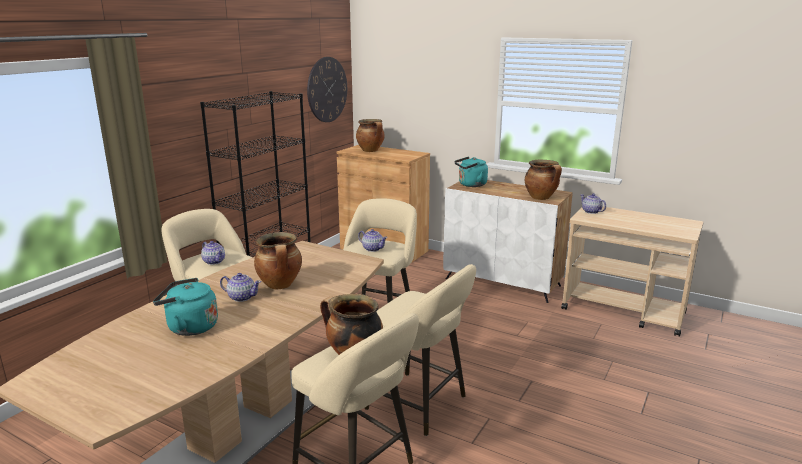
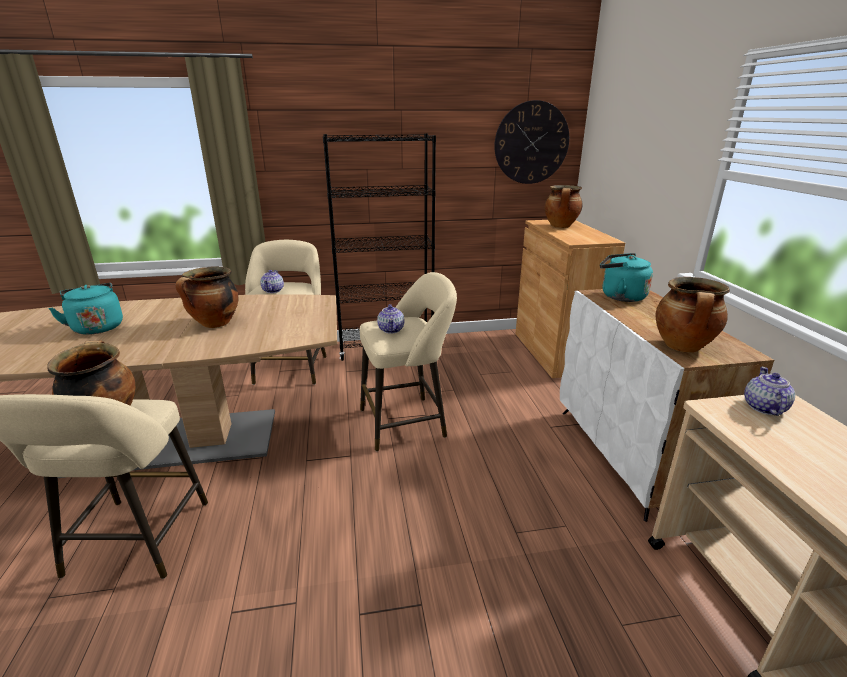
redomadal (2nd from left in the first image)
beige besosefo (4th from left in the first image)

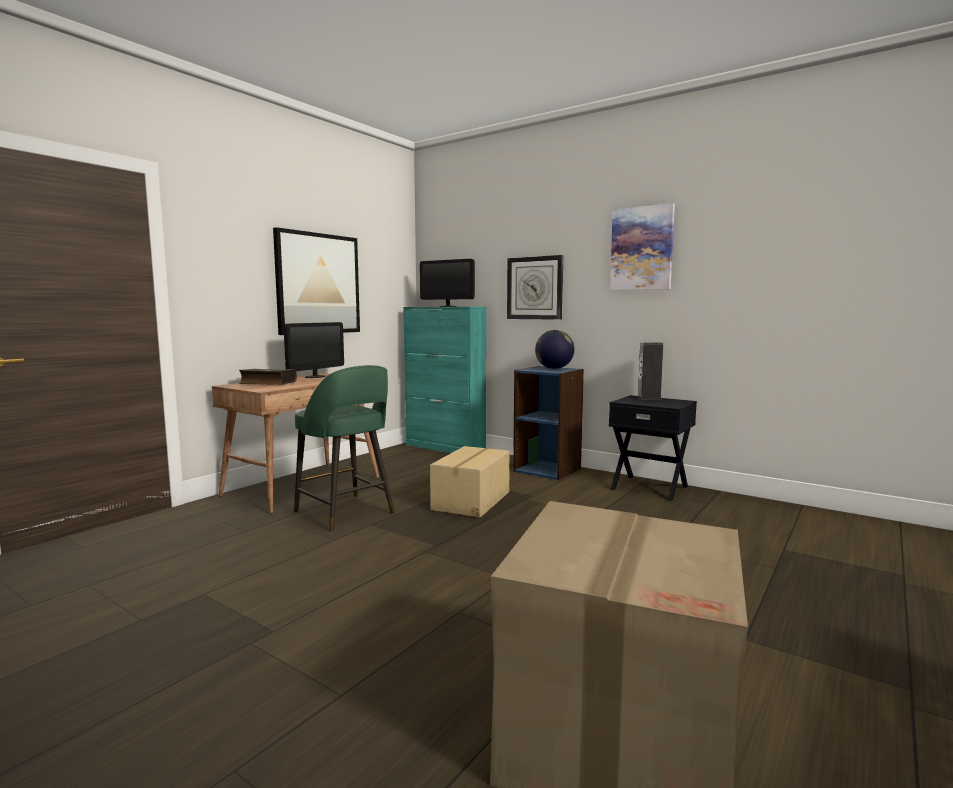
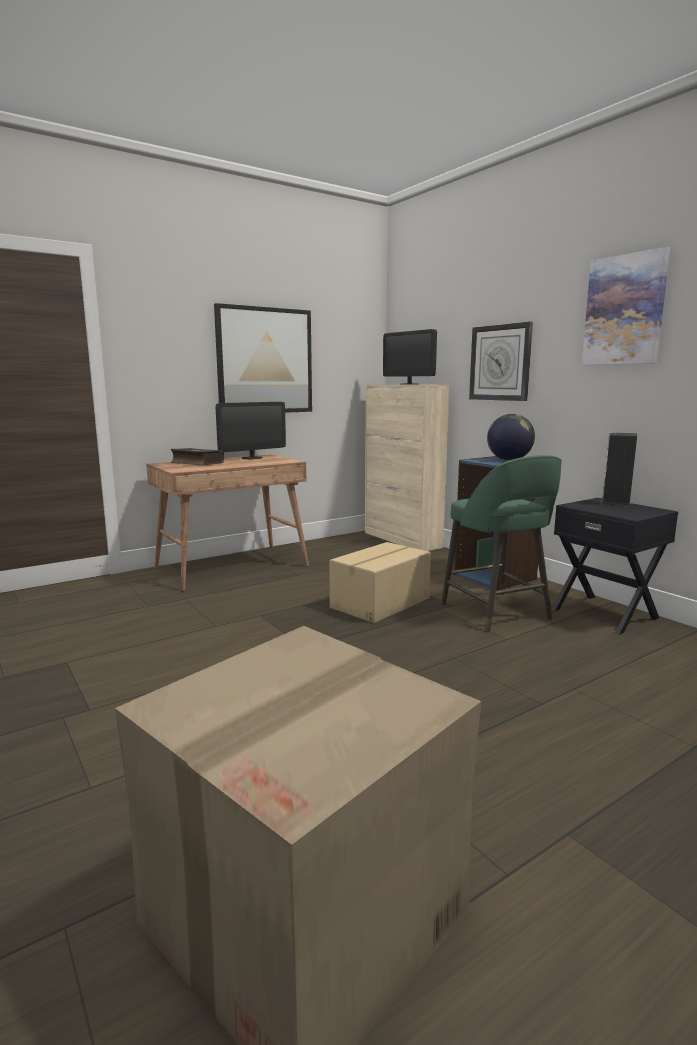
green besosefo
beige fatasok

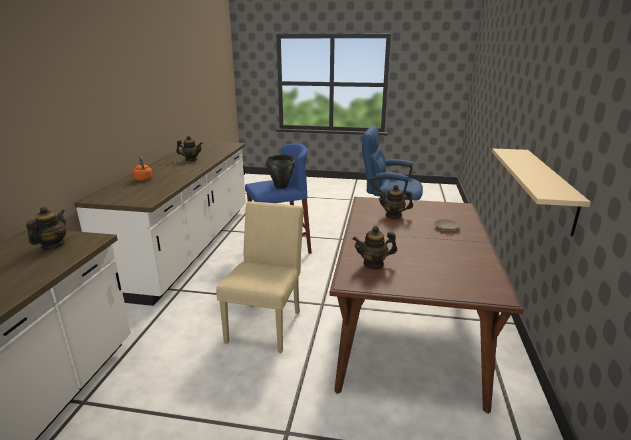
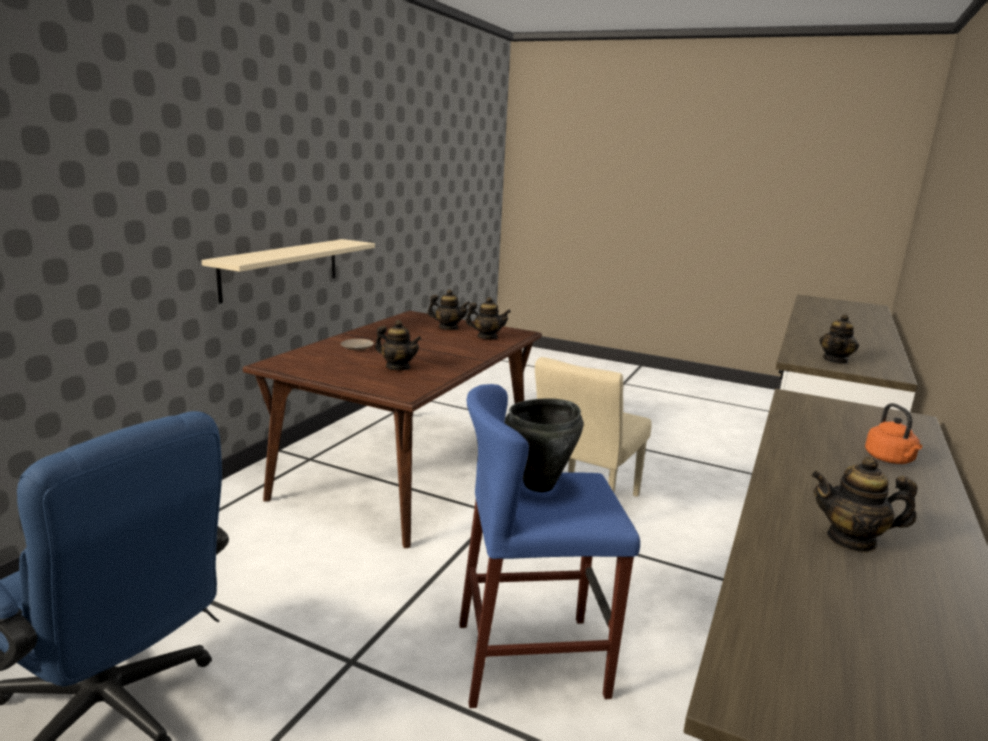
redomadal (2nd from left)

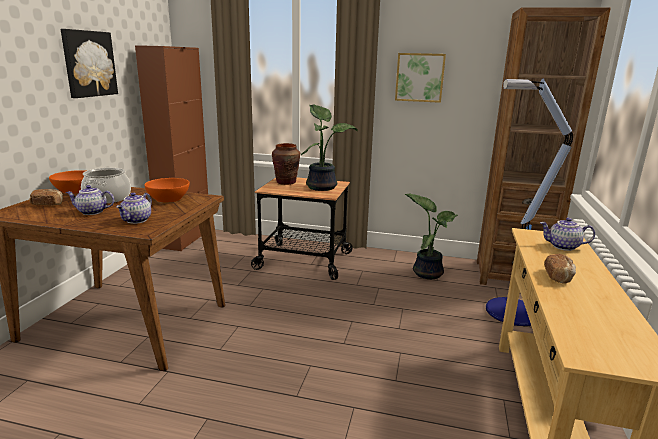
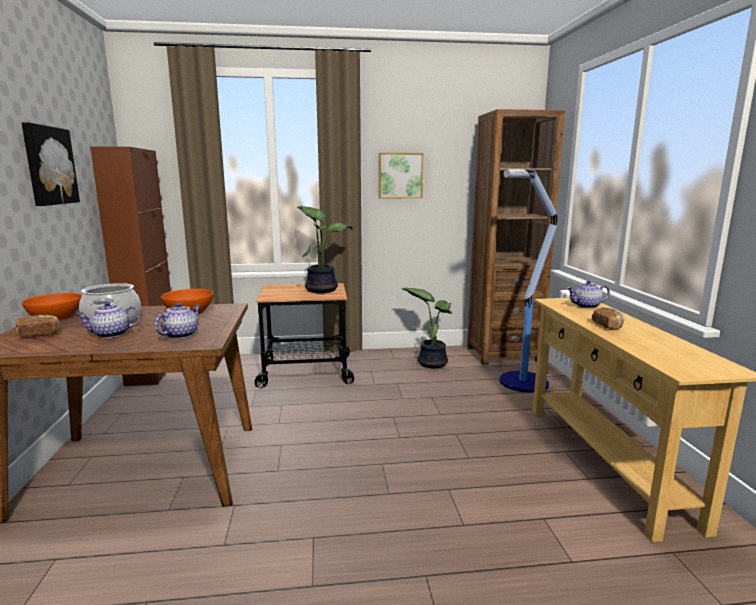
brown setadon
redomadal (2nd from left)

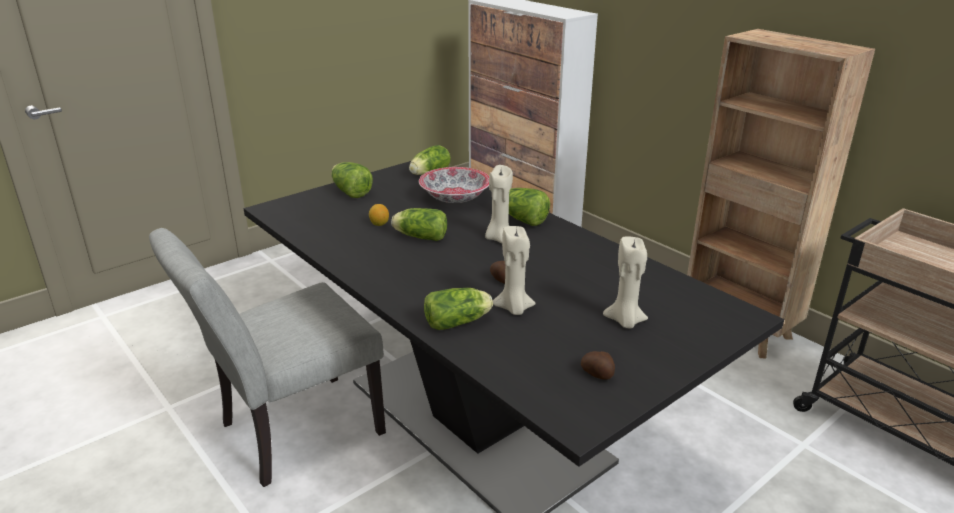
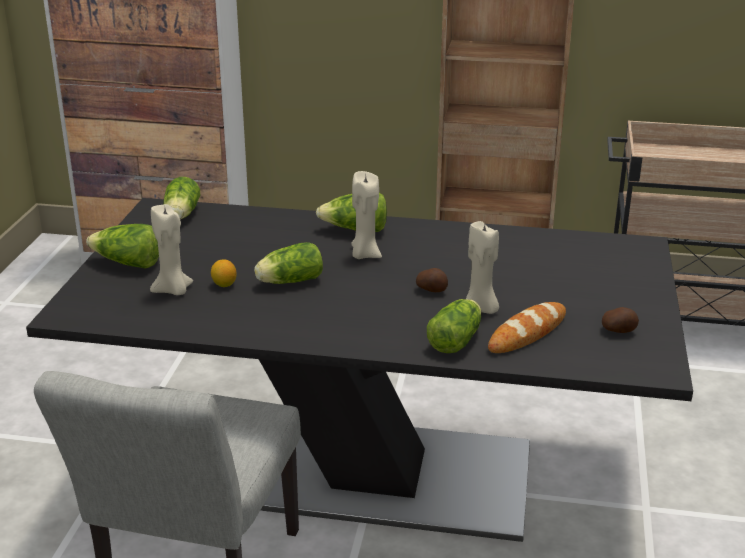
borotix
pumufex
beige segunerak (1st from left)

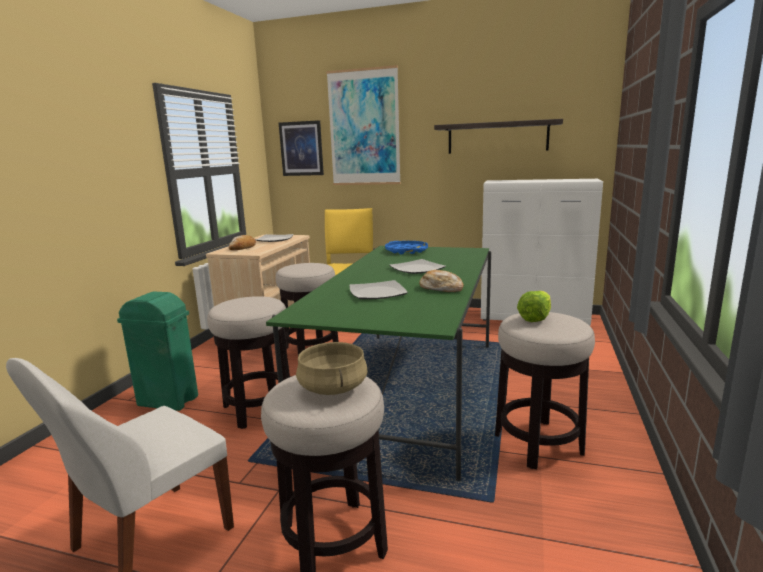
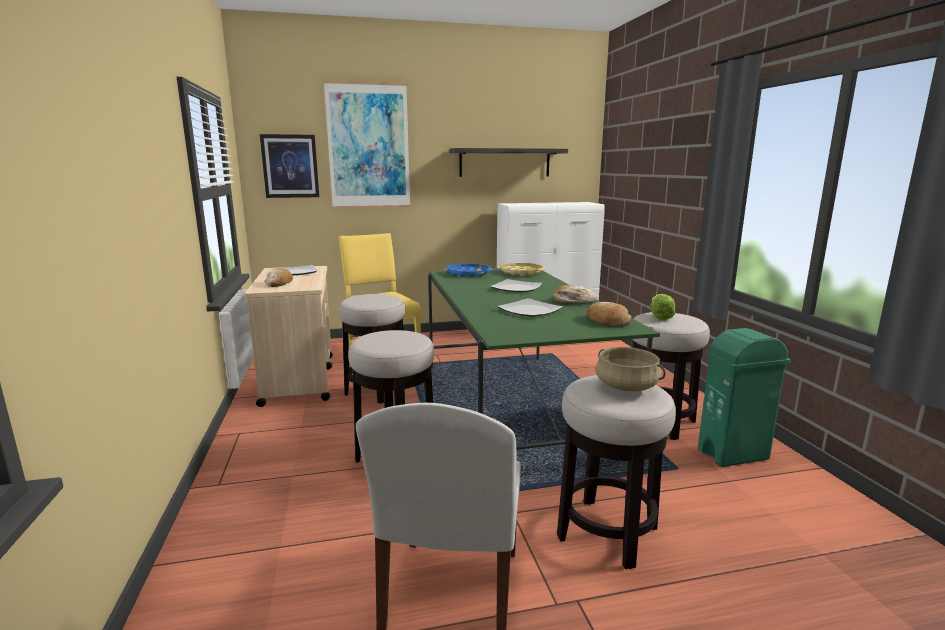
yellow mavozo
pumufex (3rd from left)
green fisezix

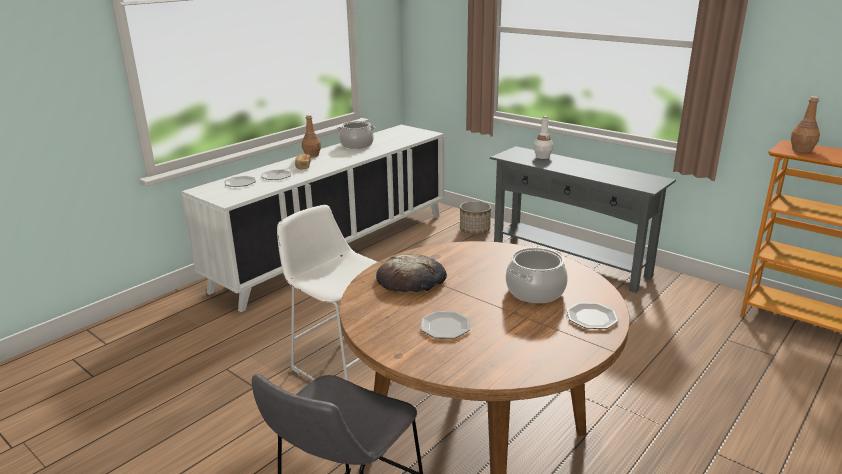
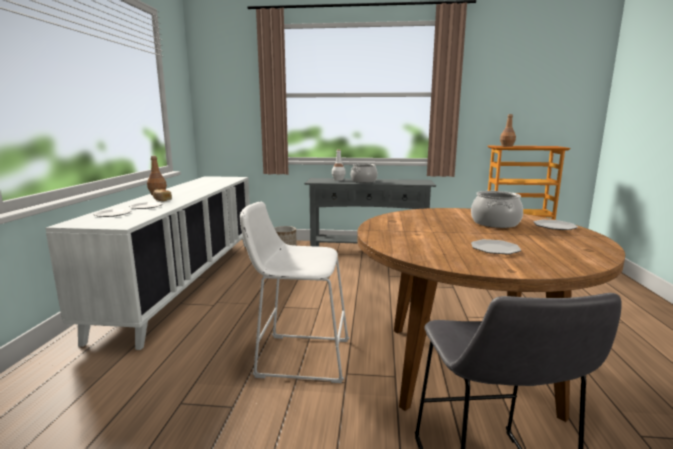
pumufex (2nd from left in the first image)
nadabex (1st from left)

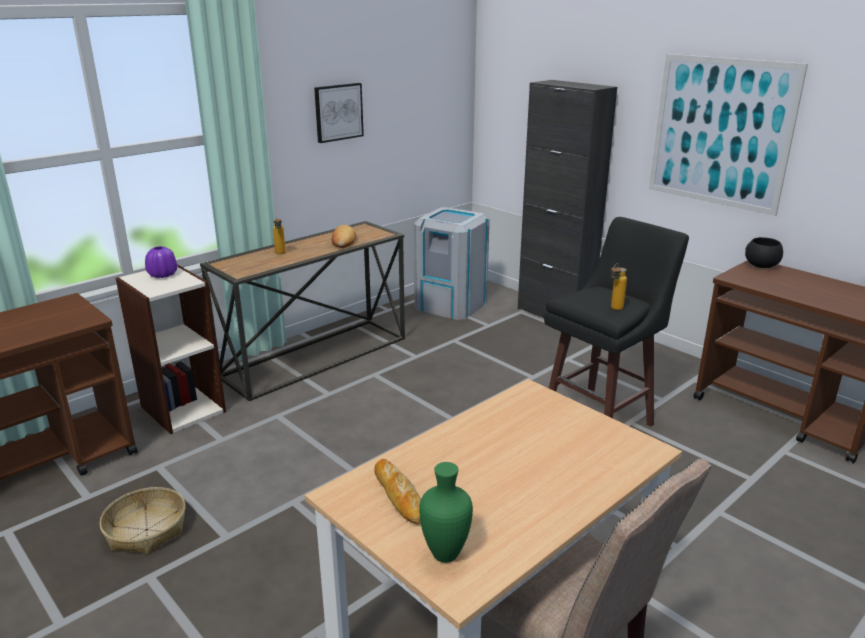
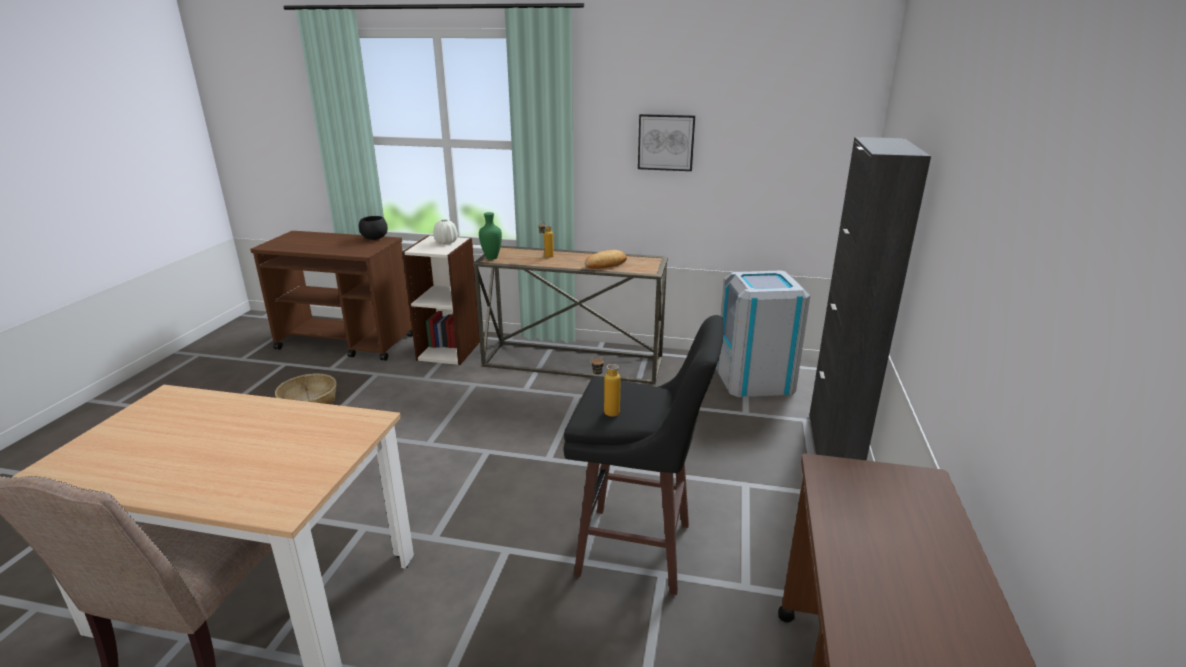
pumufex (2nd from left in the first image)
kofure (2nd from left in the first image)
green setadon
black borotix
white setadon

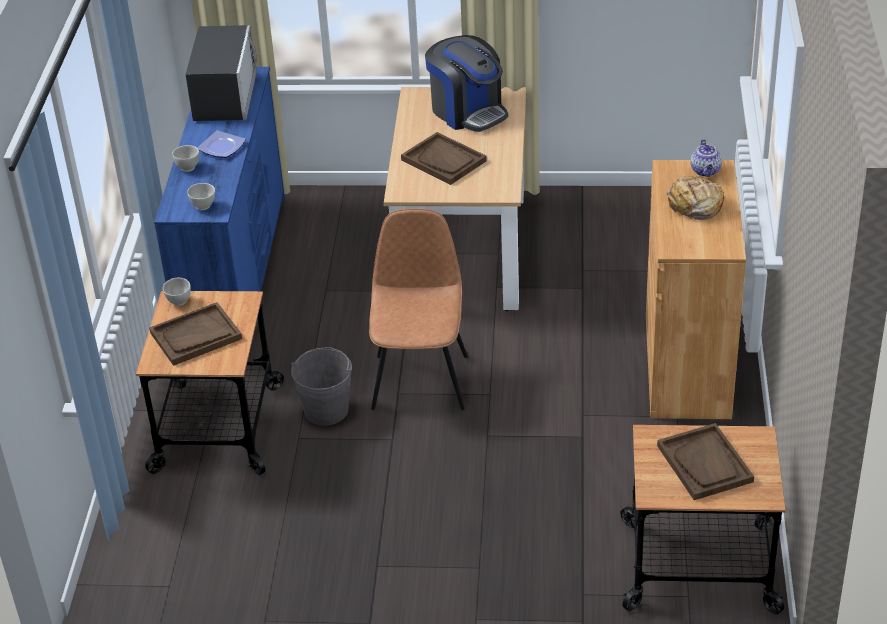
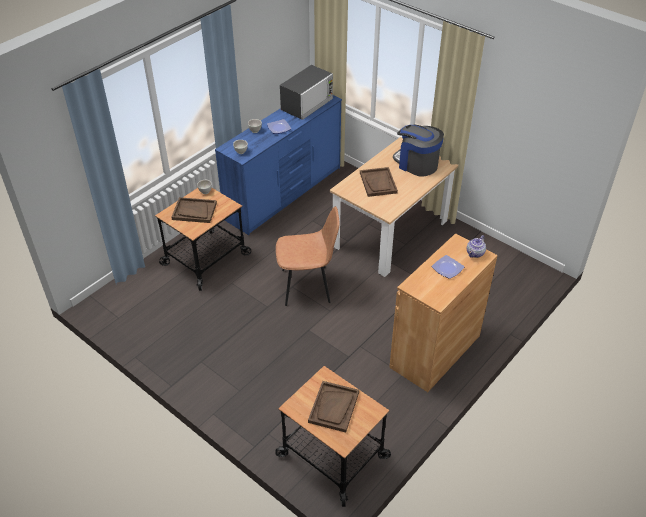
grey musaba
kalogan (2nd from left)
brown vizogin
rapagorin

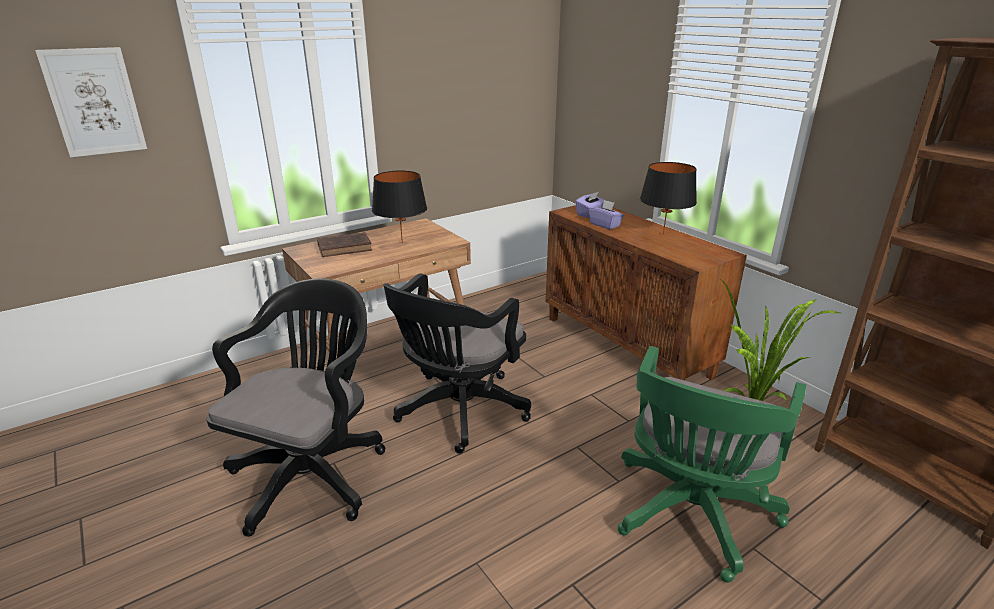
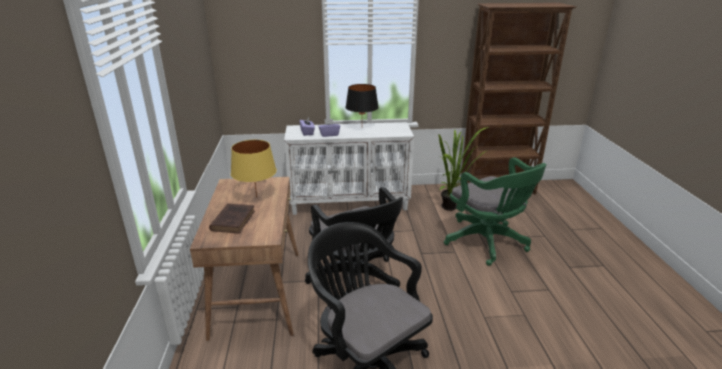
kofure
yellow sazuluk
white fatasok

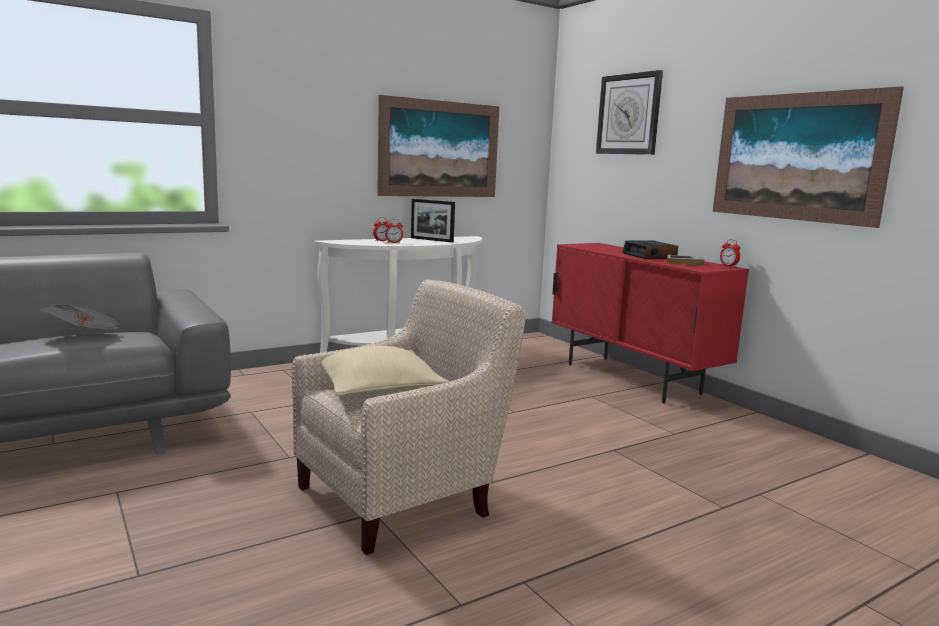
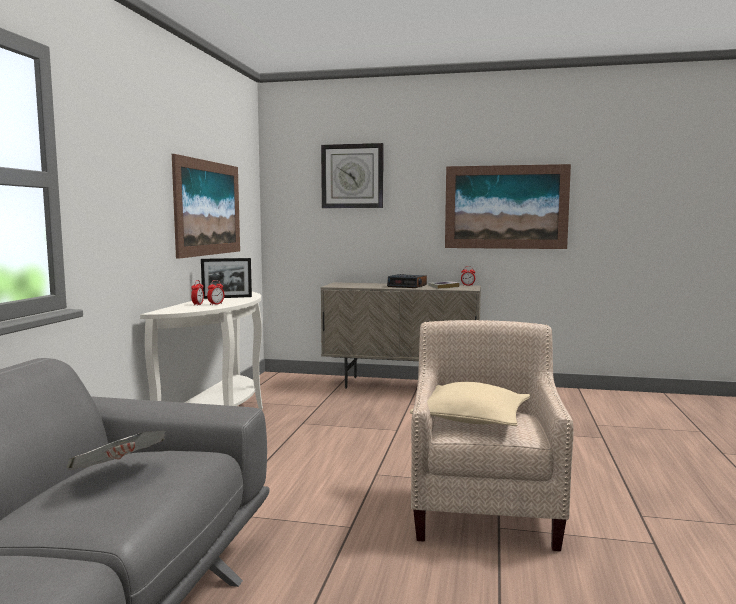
beige fatasok

